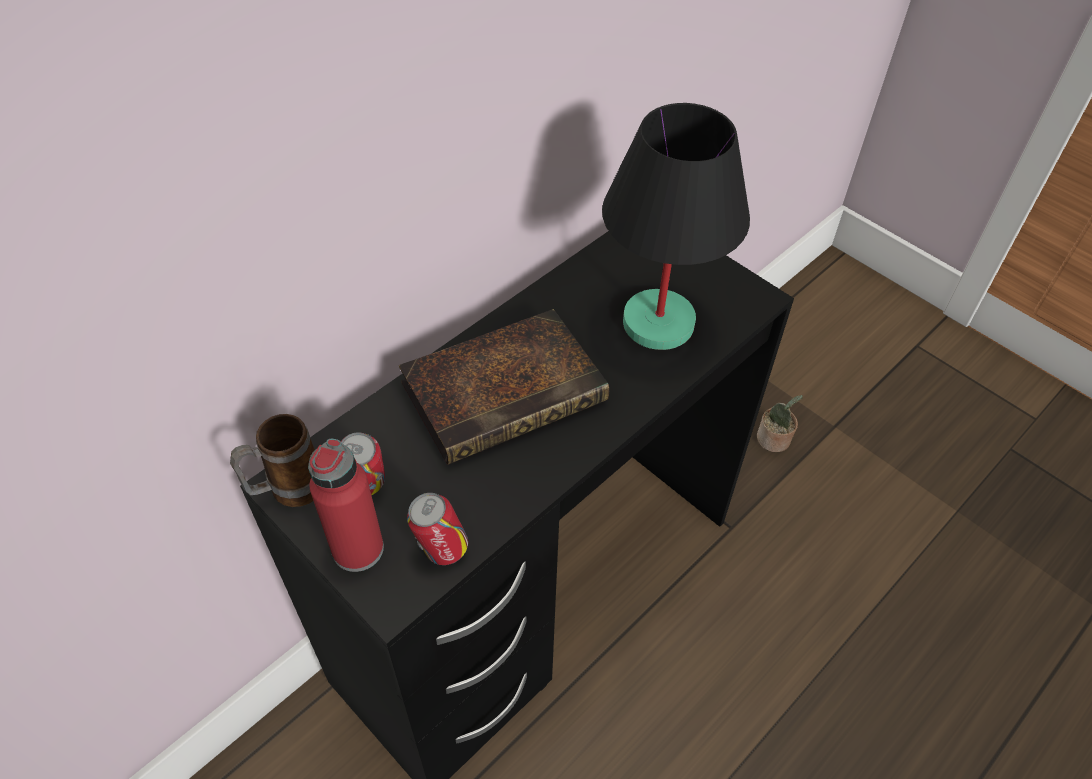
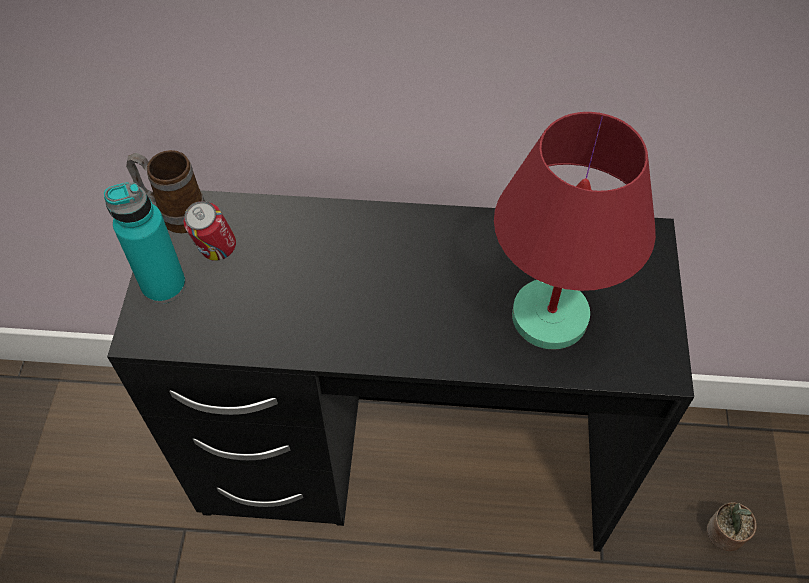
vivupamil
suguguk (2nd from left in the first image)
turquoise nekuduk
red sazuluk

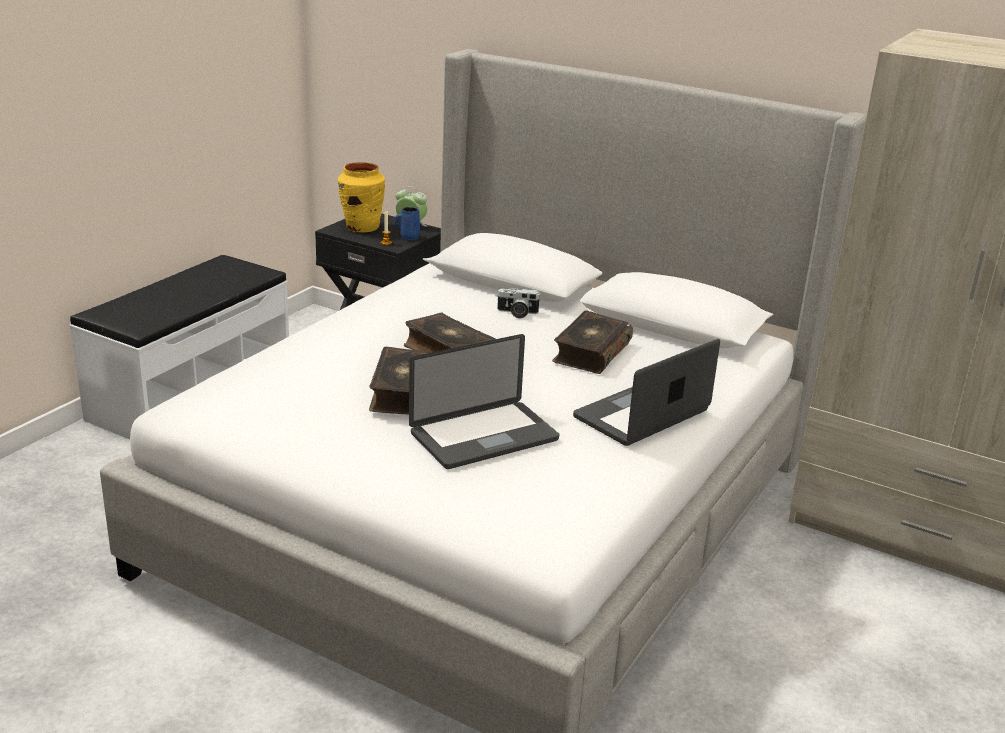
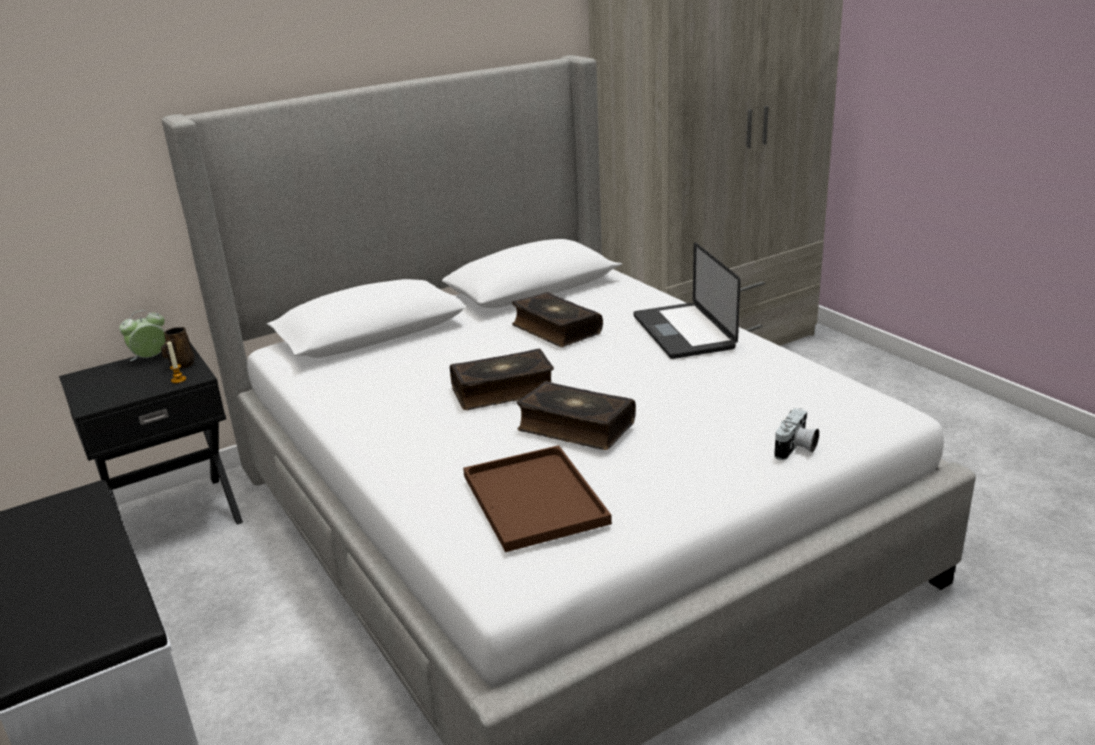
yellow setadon
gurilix (1st from left in the first image)
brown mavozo
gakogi
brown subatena

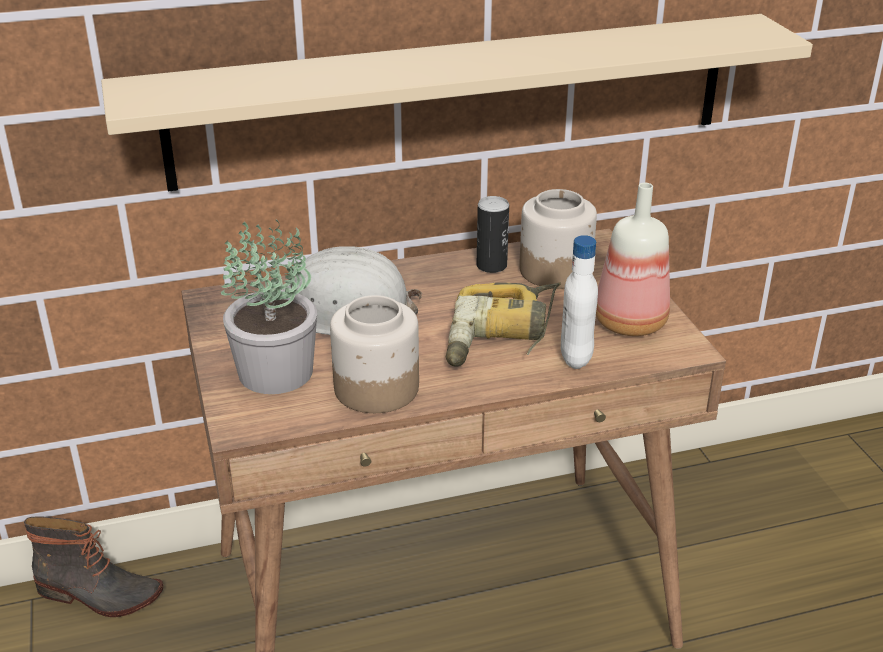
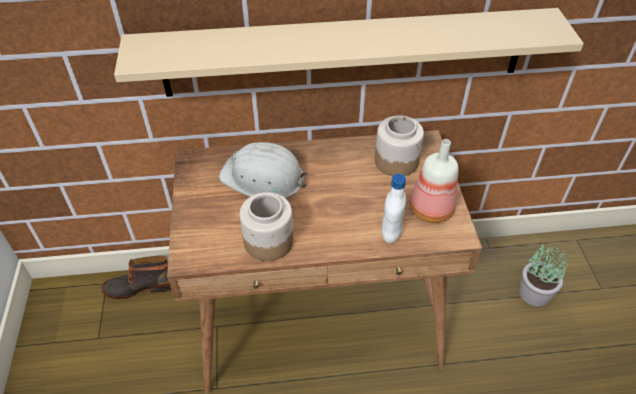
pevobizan
suguguk
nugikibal
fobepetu

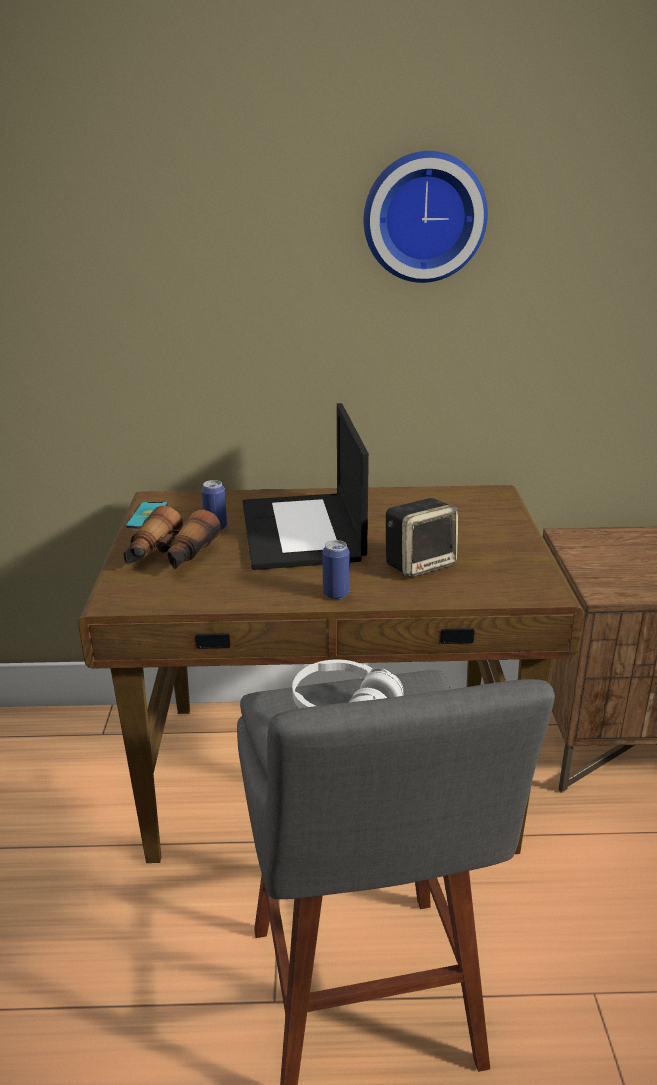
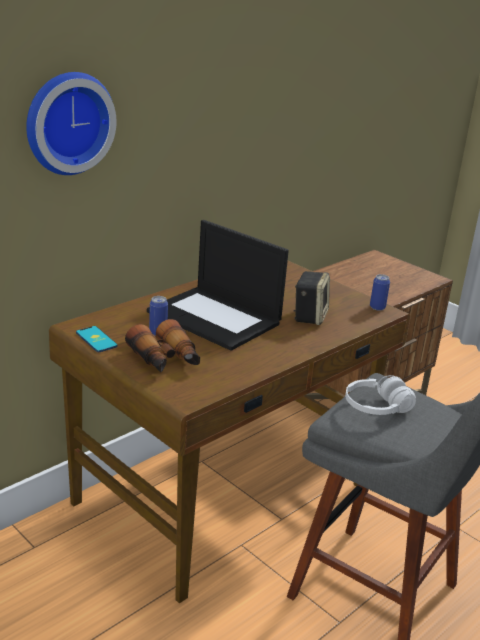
suguguk (2nd from left)
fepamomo

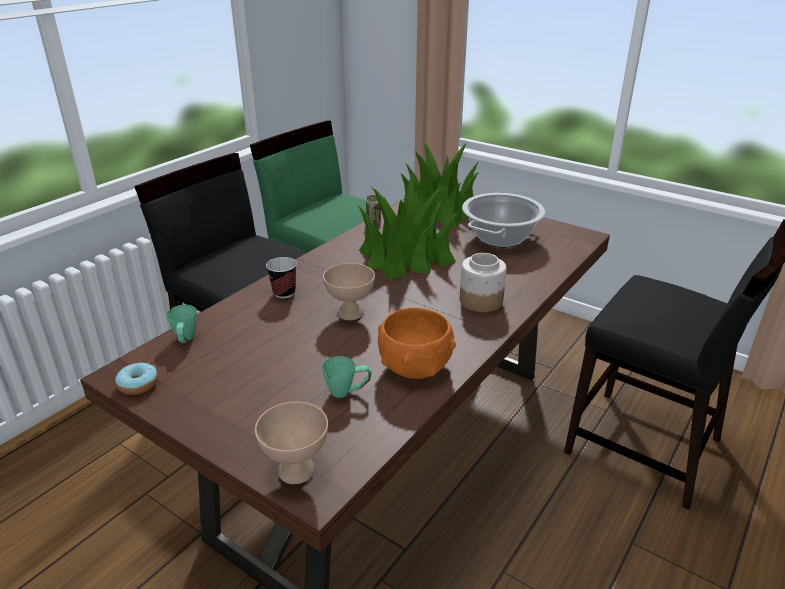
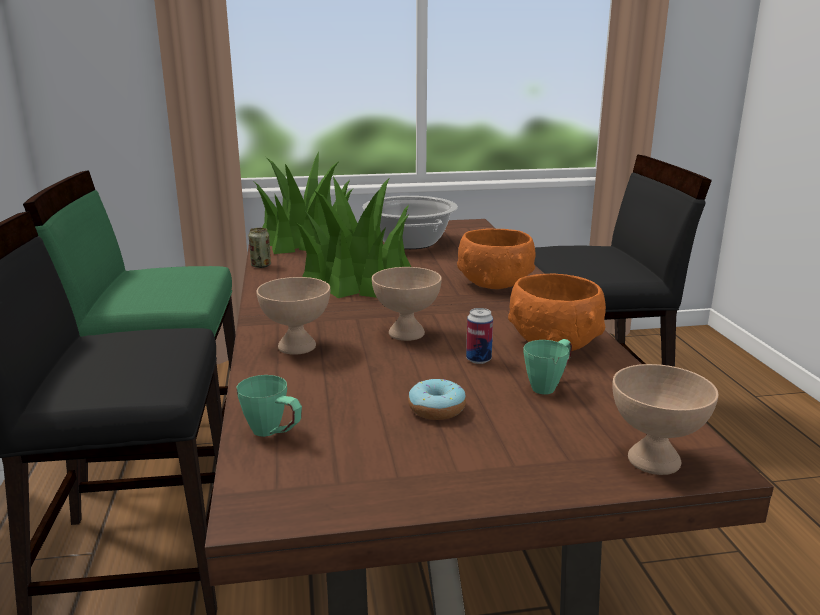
suguguk (2nd from left)
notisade
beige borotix (1st from left)
orange borotix (1st from left)

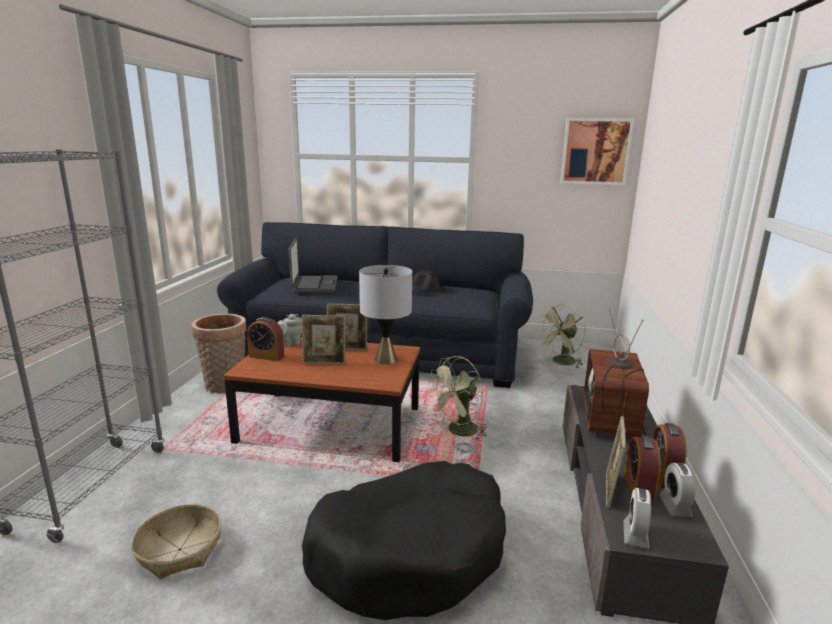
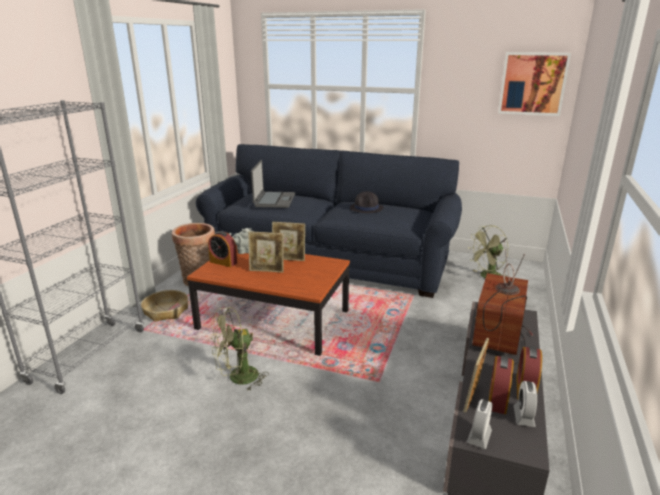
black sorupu
grey sazuluk
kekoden (1st from left)
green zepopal (1st from left)

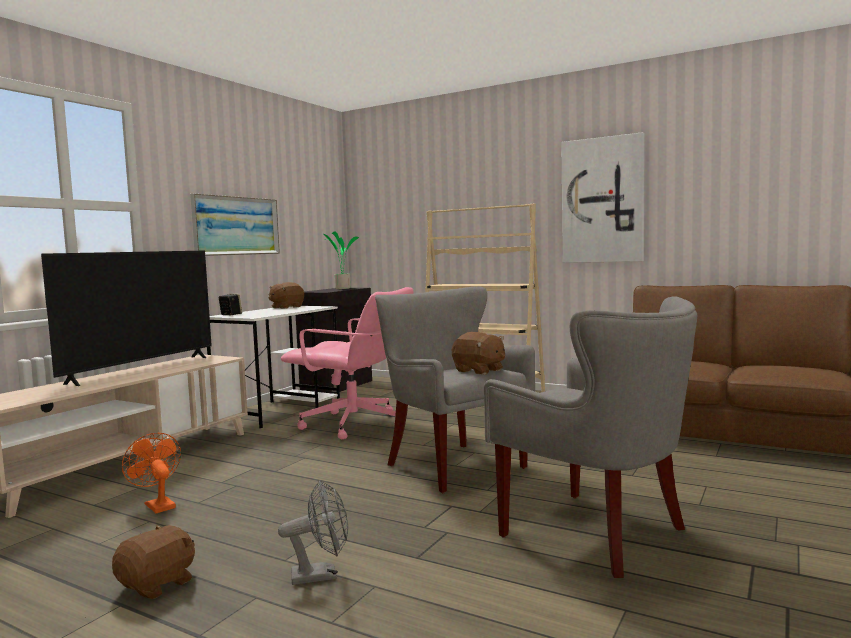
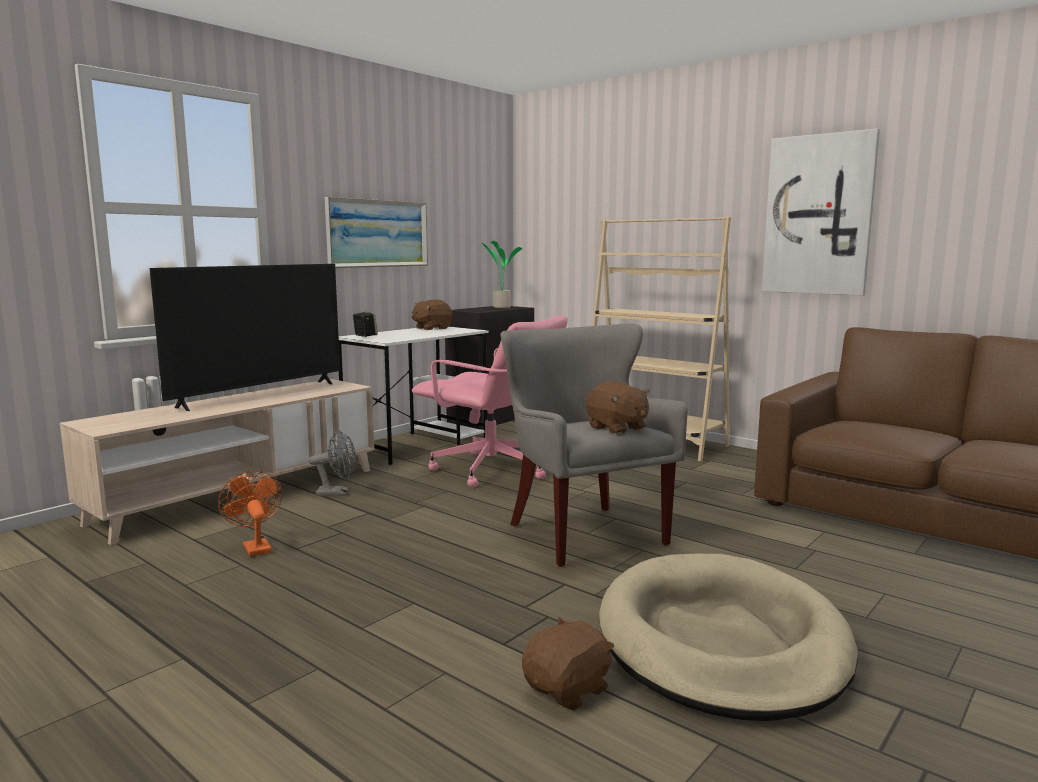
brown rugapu (2nd from left)
grey zepopal
beige sorupu

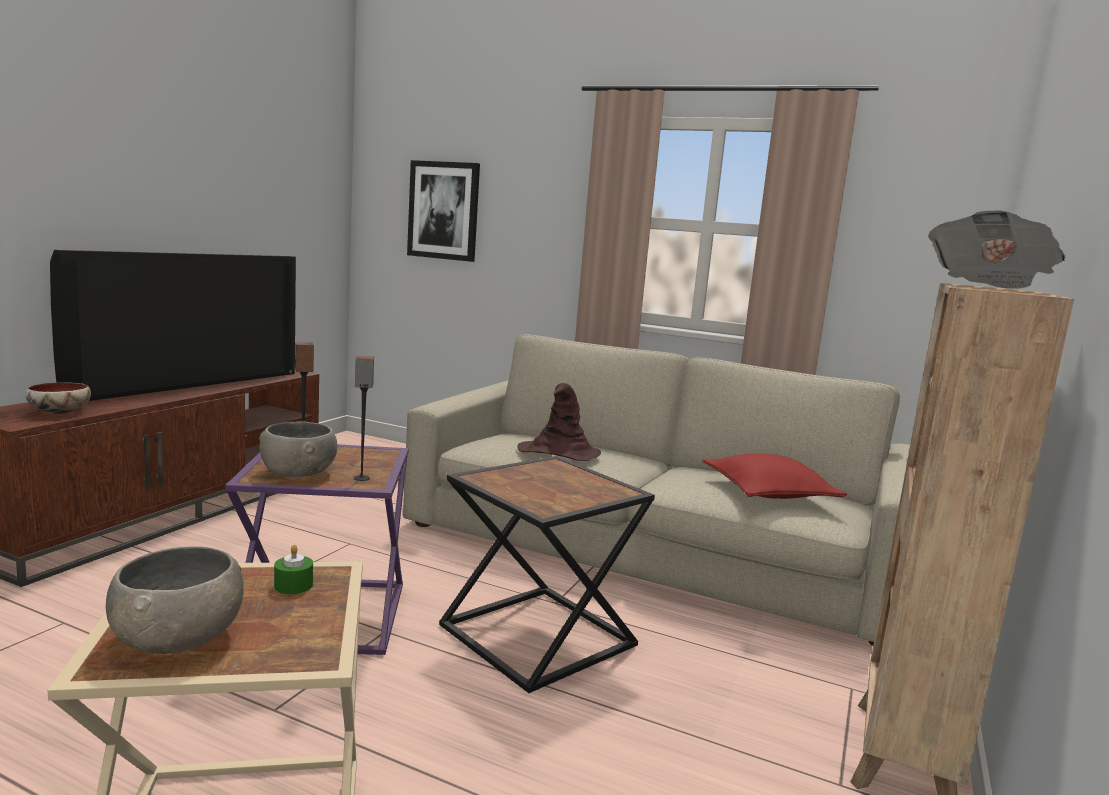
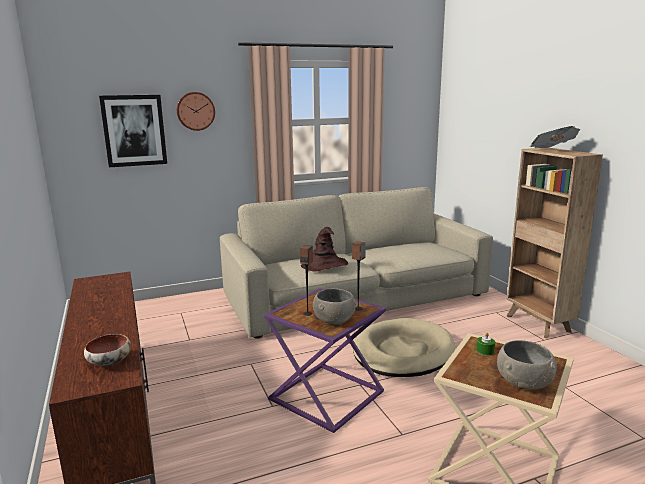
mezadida
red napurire
fepamomo
beige sorupu

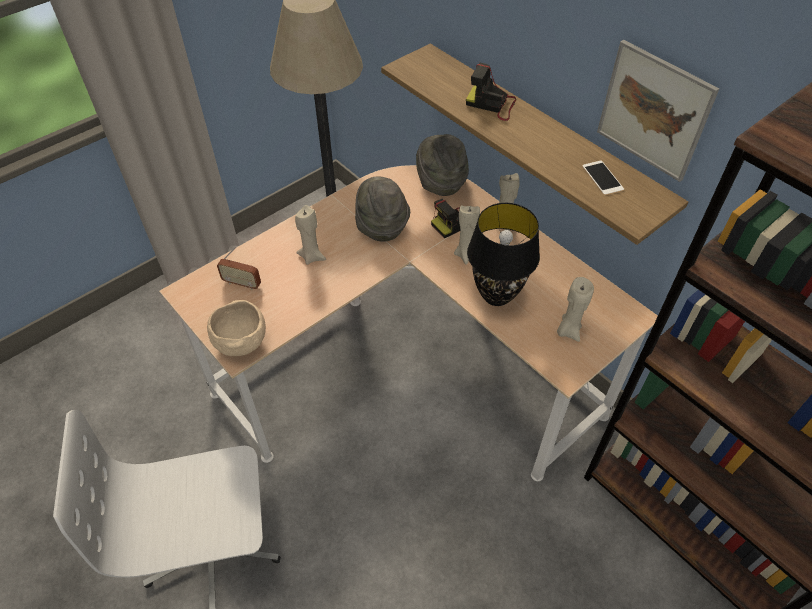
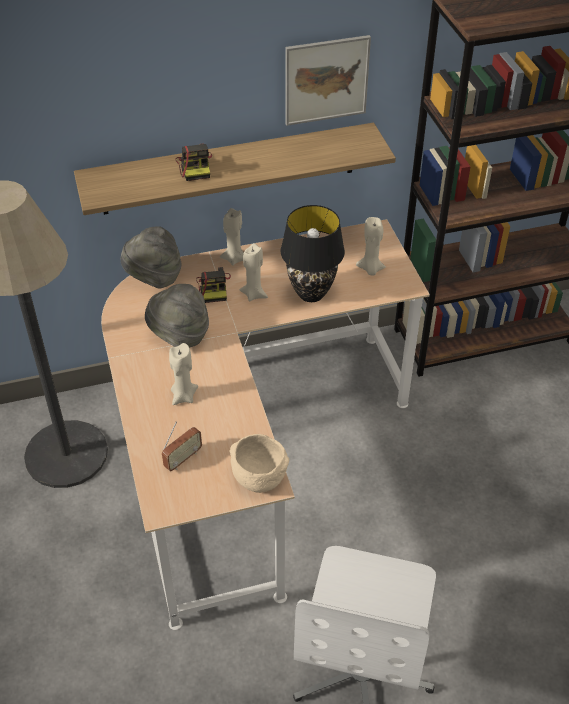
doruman
gakogi (1st from left)

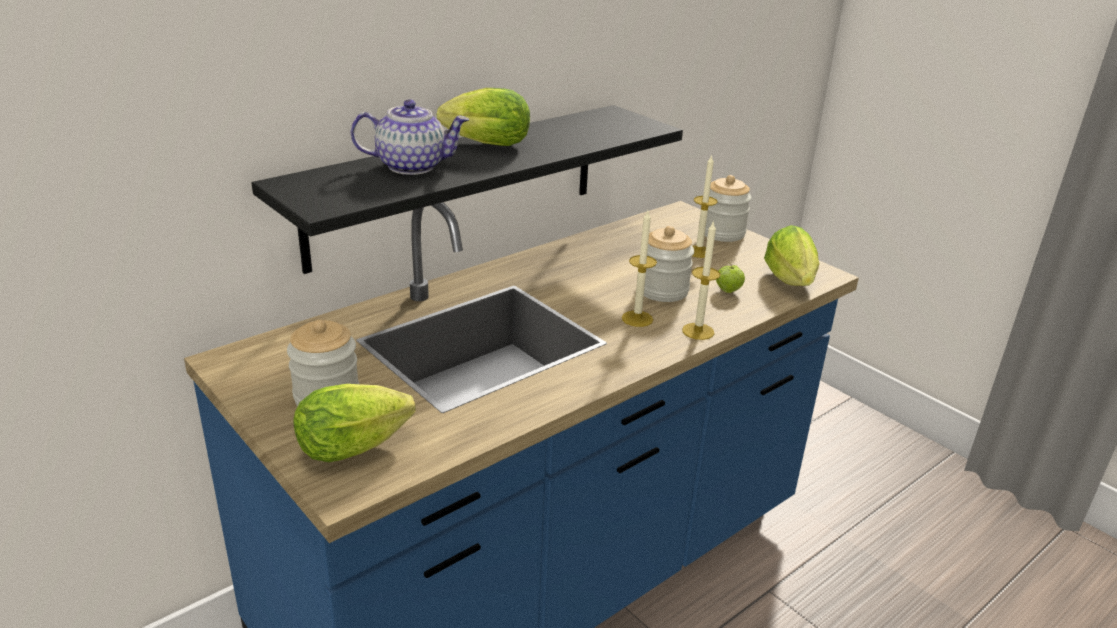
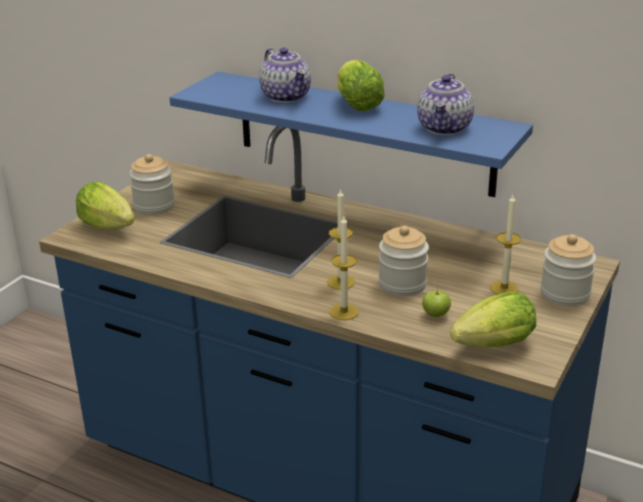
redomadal (2nd from left)
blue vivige

